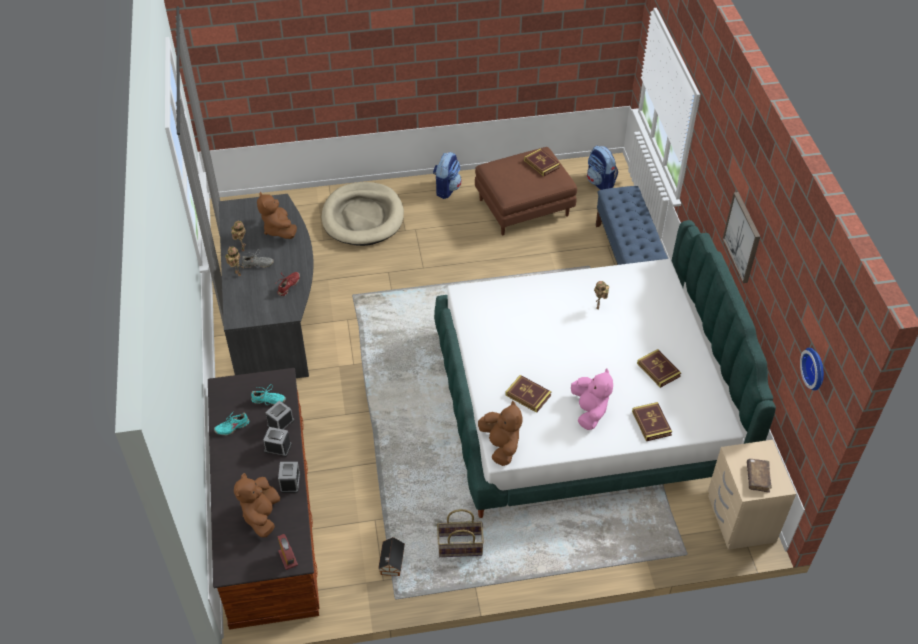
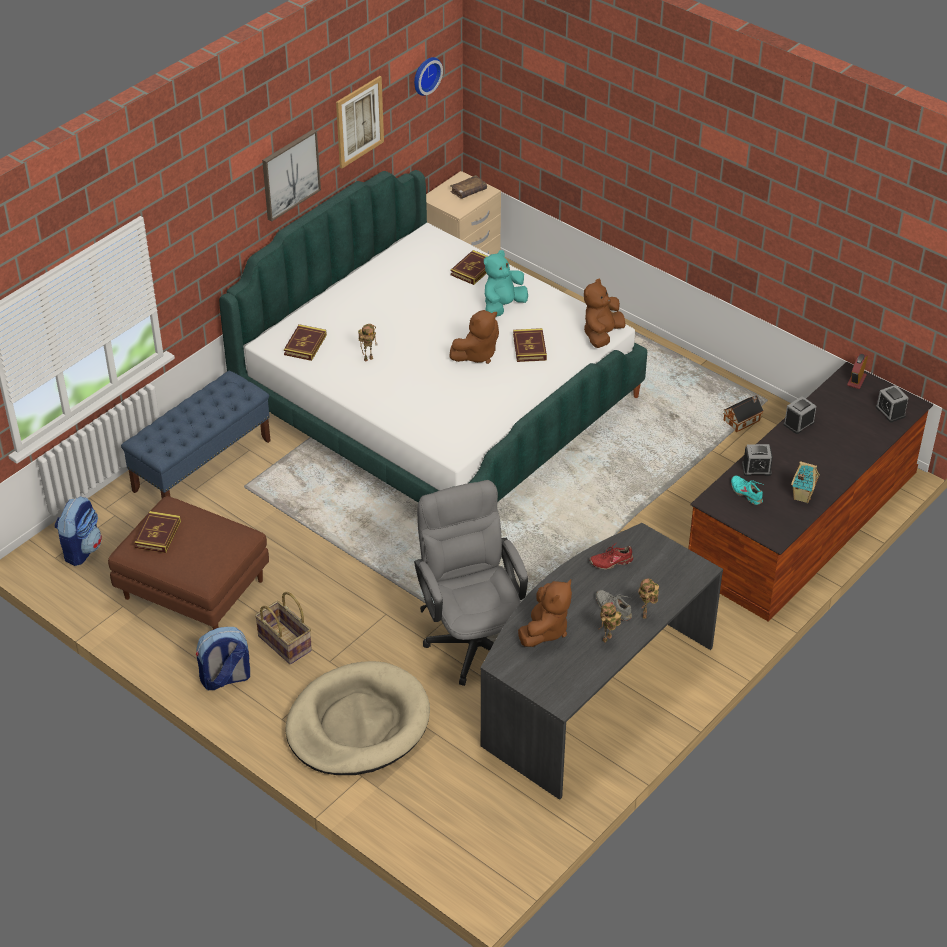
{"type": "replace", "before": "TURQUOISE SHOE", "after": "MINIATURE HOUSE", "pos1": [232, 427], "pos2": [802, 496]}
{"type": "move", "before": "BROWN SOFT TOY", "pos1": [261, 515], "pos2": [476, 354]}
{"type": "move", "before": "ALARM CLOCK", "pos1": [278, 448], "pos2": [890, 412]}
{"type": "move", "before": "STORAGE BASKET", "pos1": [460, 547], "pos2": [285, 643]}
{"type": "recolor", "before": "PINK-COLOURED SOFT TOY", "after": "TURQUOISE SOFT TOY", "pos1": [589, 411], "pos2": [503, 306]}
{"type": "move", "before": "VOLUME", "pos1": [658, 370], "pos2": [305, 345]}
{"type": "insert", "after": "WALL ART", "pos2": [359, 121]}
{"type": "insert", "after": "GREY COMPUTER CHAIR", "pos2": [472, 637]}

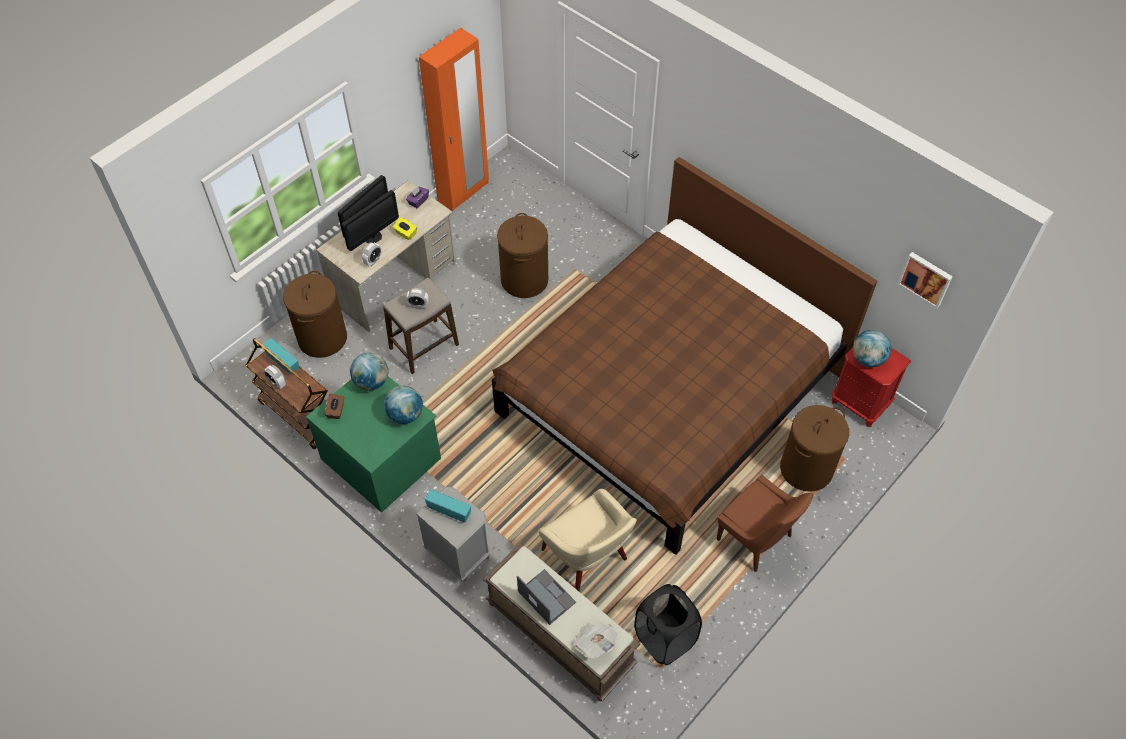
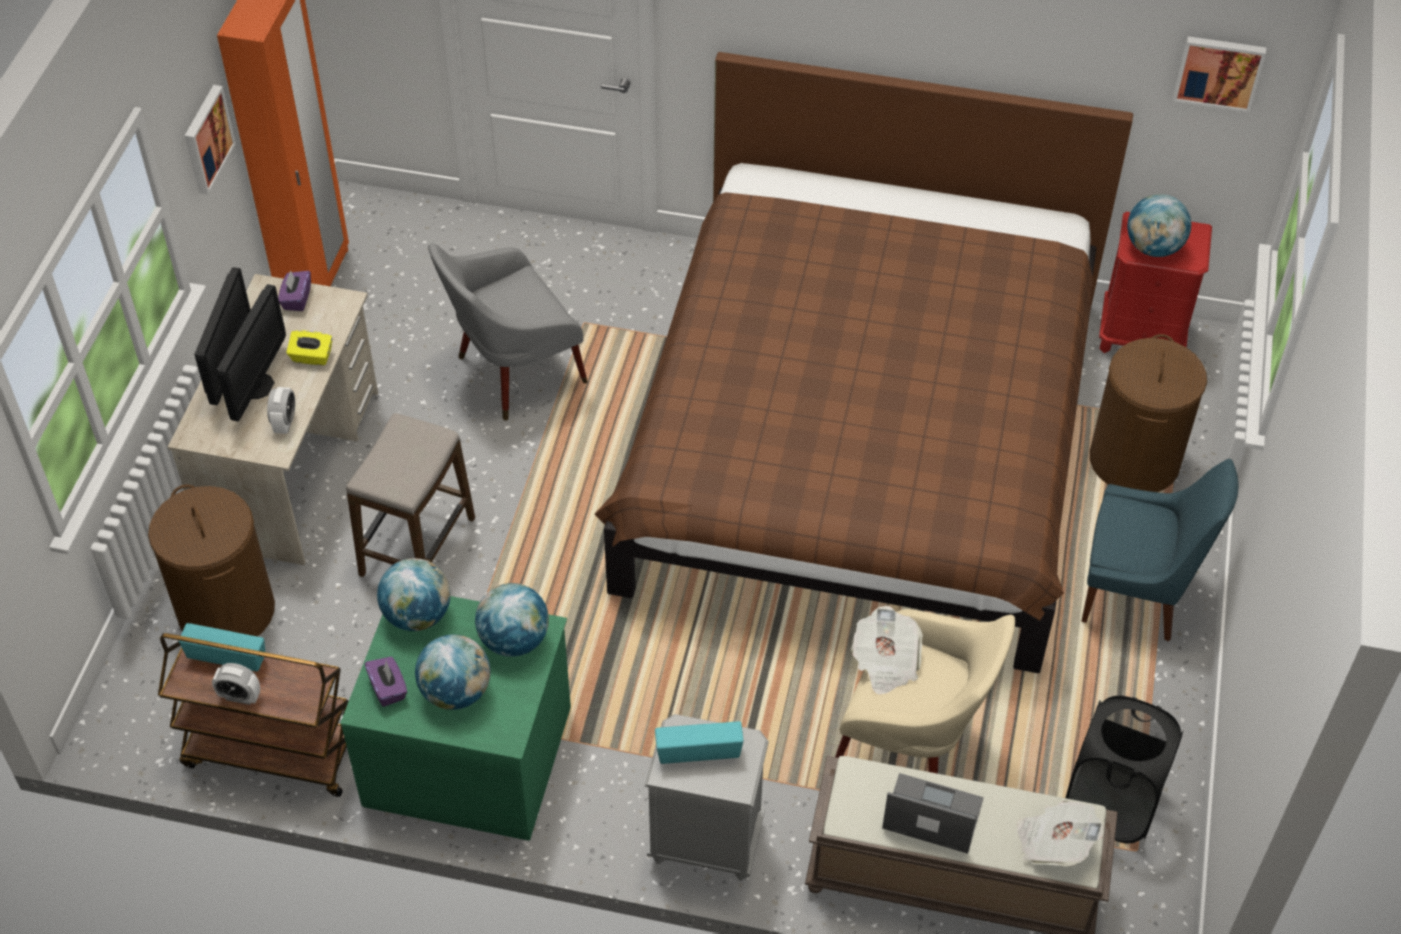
{"type": "recolor", "before": "BROWN TISSUE BOX", "after": "PURPLE TISSUE BOX", "pos1": [336, 410], "pos2": [388, 689]}
{"type": "delete", "before": "ALARM CLOCK", "pos1": [418, 305]}
{"type": "replace", "before": "BROWN HAMPER", "after": "GREY LOUNGE CHAIR", "pos1": [524, 280], "pos2": [513, 373]}
{"type": "recolor", "before": "BROWN CHAIR", "after": "BLUE CHAIR", "pos1": [756, 539], "pos2": [1137, 594]}
{"type": "insert", "after": "WALL ART", "pos2": [206, 139]}
{"type": "insert", "after": "GLOBE", "pos2": [456, 692]}
{"type": "insert", "after": "DAILY PAPER", "pos2": [885, 662]}

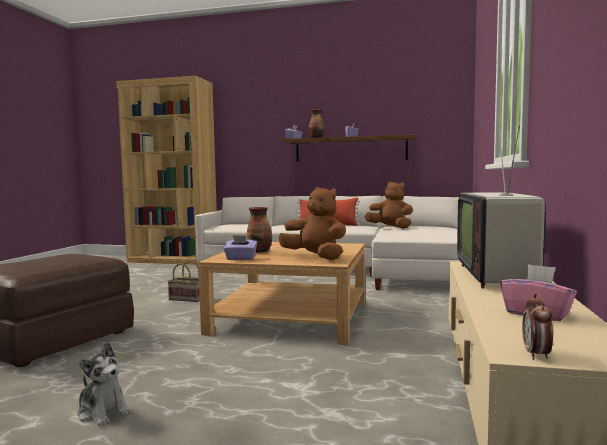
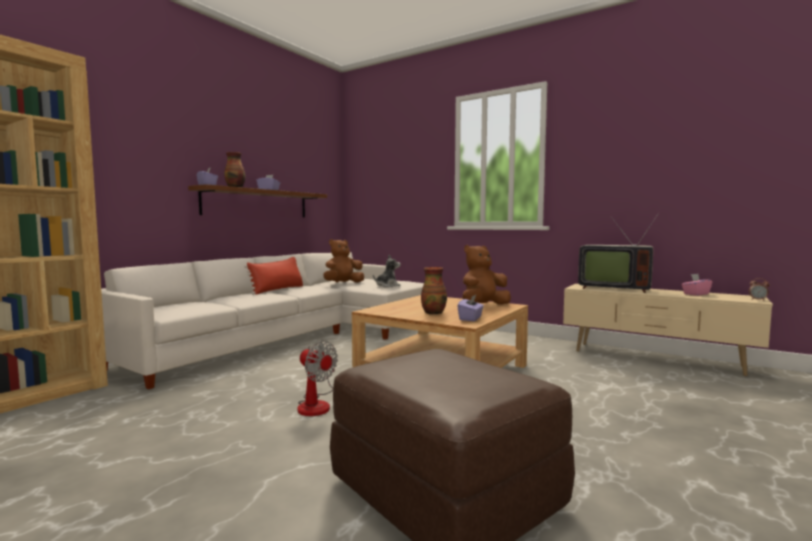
{"type": "move", "before": "SOFT TOY", "pos1": [103, 412], "pos2": [387, 286]}
{"type": "replace", "before": "STORAGE BASKET", "after": "ELECTRIC FAN", "pos1": [188, 298], "pos2": [316, 404]}

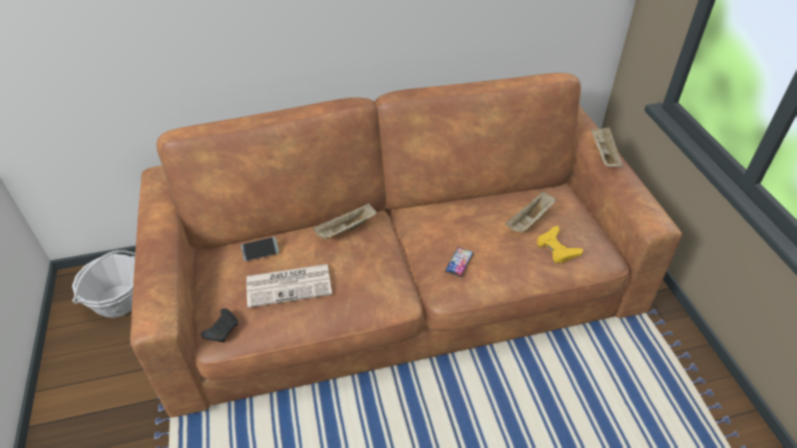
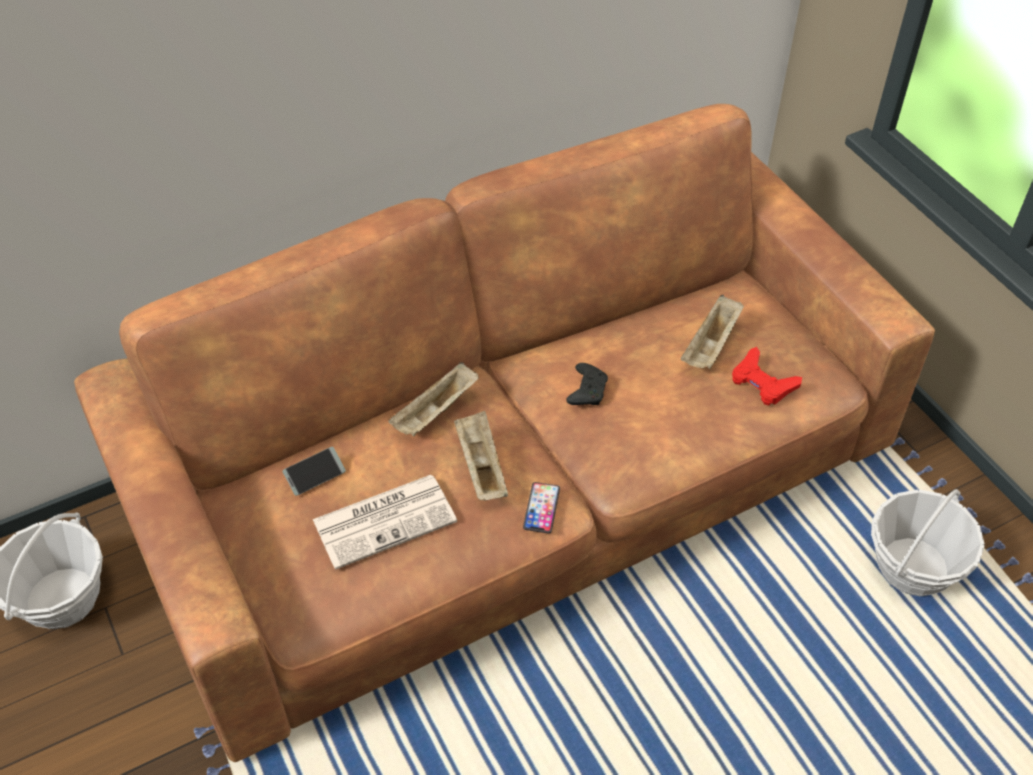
{"type": "move", "before": "BLACK GAMEPAD", "pos1": [223, 329], "pos2": [587, 390]}
{"type": "move", "before": "TELEPHONE", "pos1": [459, 262], "pos2": [541, 508]}
{"type": "recolor", "before": "YELLOW-COLOURED GAMEPAD", "after": "RED-COLOURED GAMEPAD", "pos1": [557, 248], "pos2": [762, 382]}
{"type": "move", "before": "BEIGE SERVING TRAY", "pos1": [603, 155], "pos2": [480, 466]}
{"type": "insert", "after": "STORAGE BASKET", "pos2": [913, 567]}

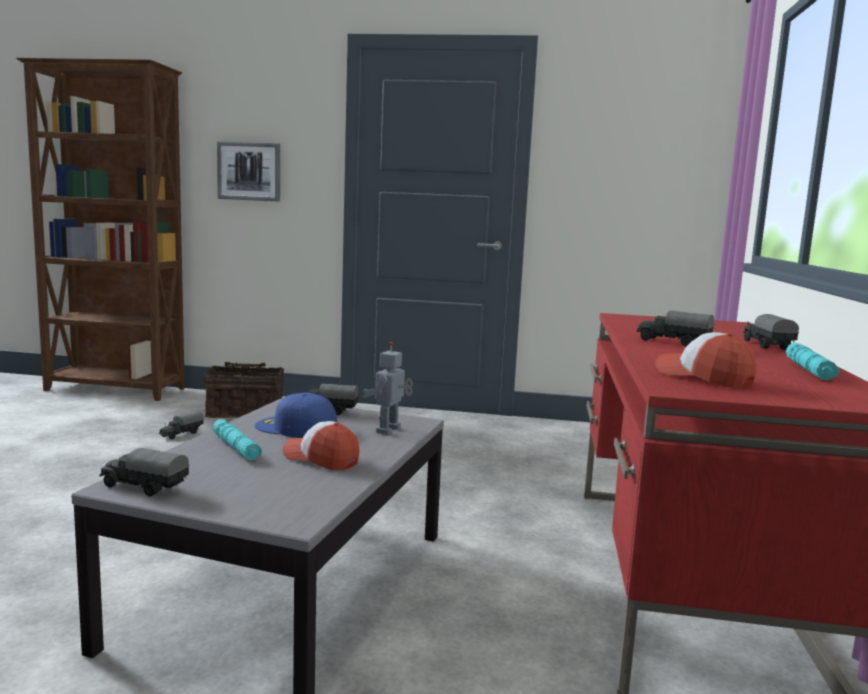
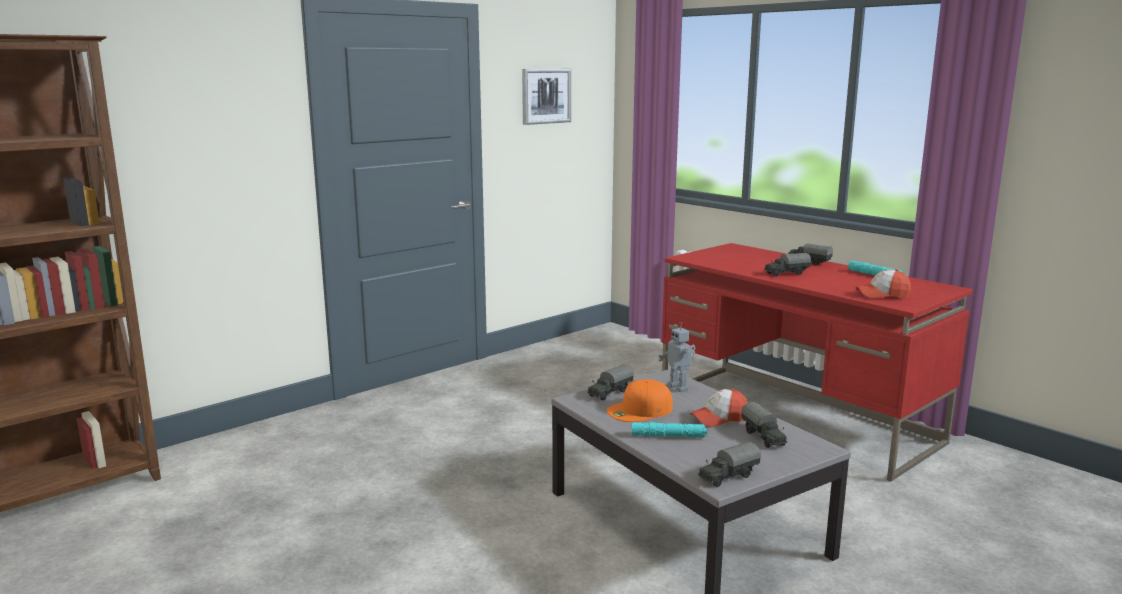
{"type": "move", "before": "TOY LORRY", "pos1": [181, 434], "pos2": [763, 437]}
{"type": "delete", "before": "STORAGE BASKET", "pos1": [245, 413]}
{"type": "move", "before": "WALL ART", "pos1": [249, 171], "pos2": [546, 96]}
{"type": "recolor", "before": "BLUE PEAKED CAP", "after": "ORANGE-COLOURED PEAKED CAP", "pos1": [295, 427], "pos2": [640, 410]}

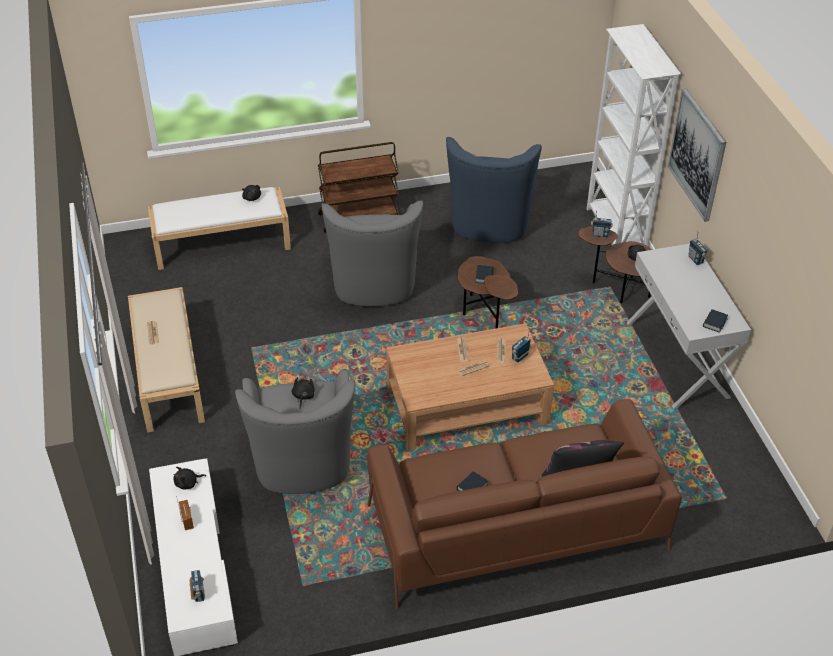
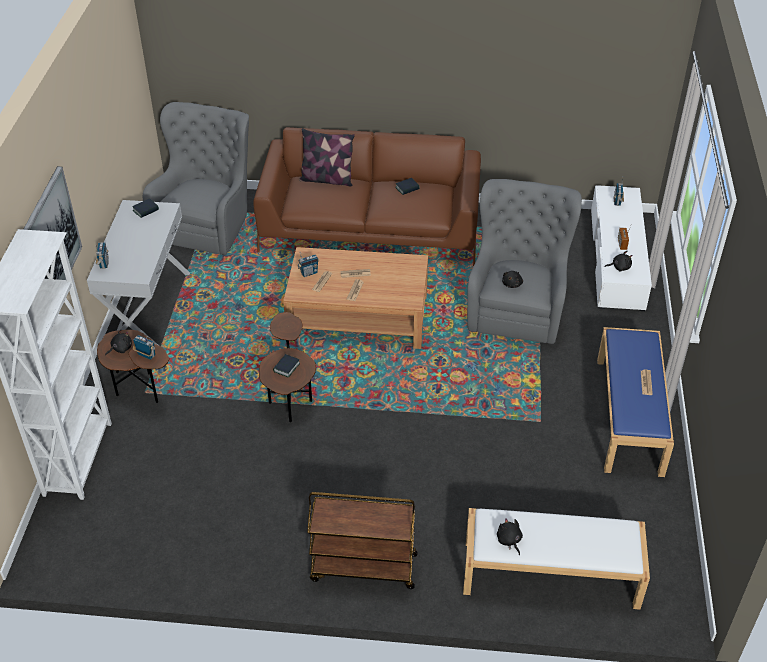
{"type": "recolor", "before": "BEIGE BENCH", "after": "BLUE BENCH", "pos1": [167, 373], "pos2": [629, 416]}
{"type": "move", "before": "GREY LOUNGE CHAIR", "pos1": [374, 284], "pos2": [208, 223]}
{"type": "delete", "before": "BLUE LOUNGE CHAIR", "pos1": [489, 223]}

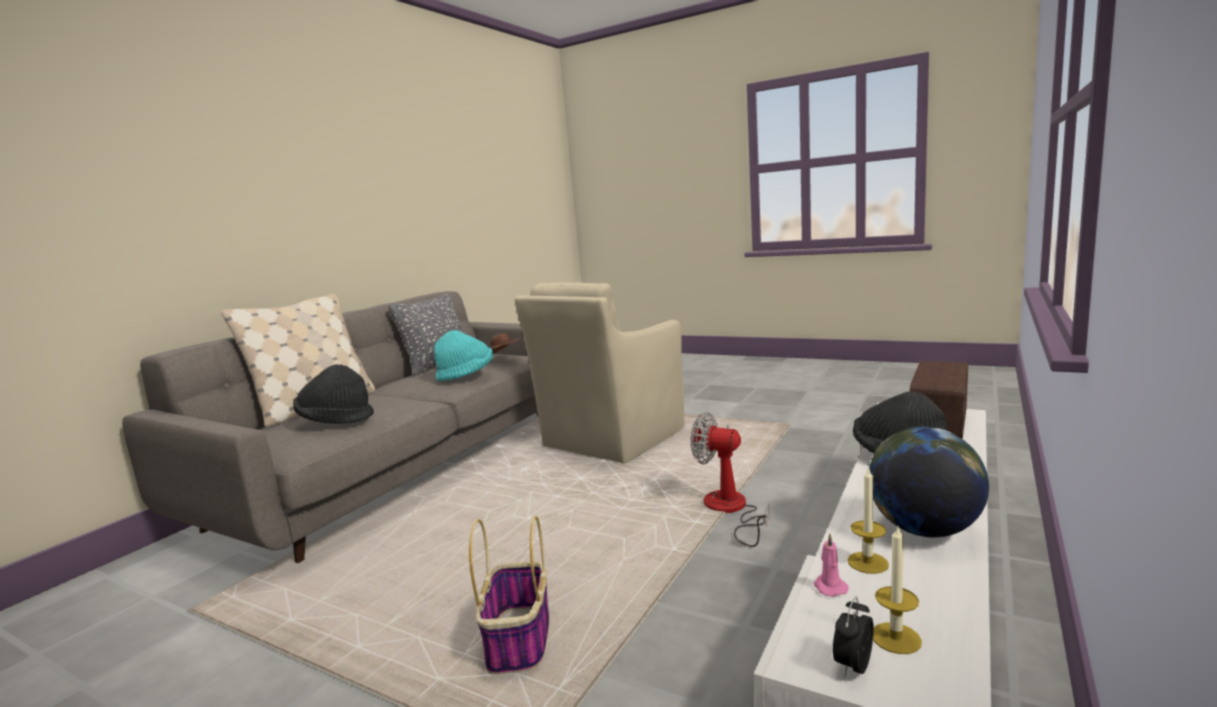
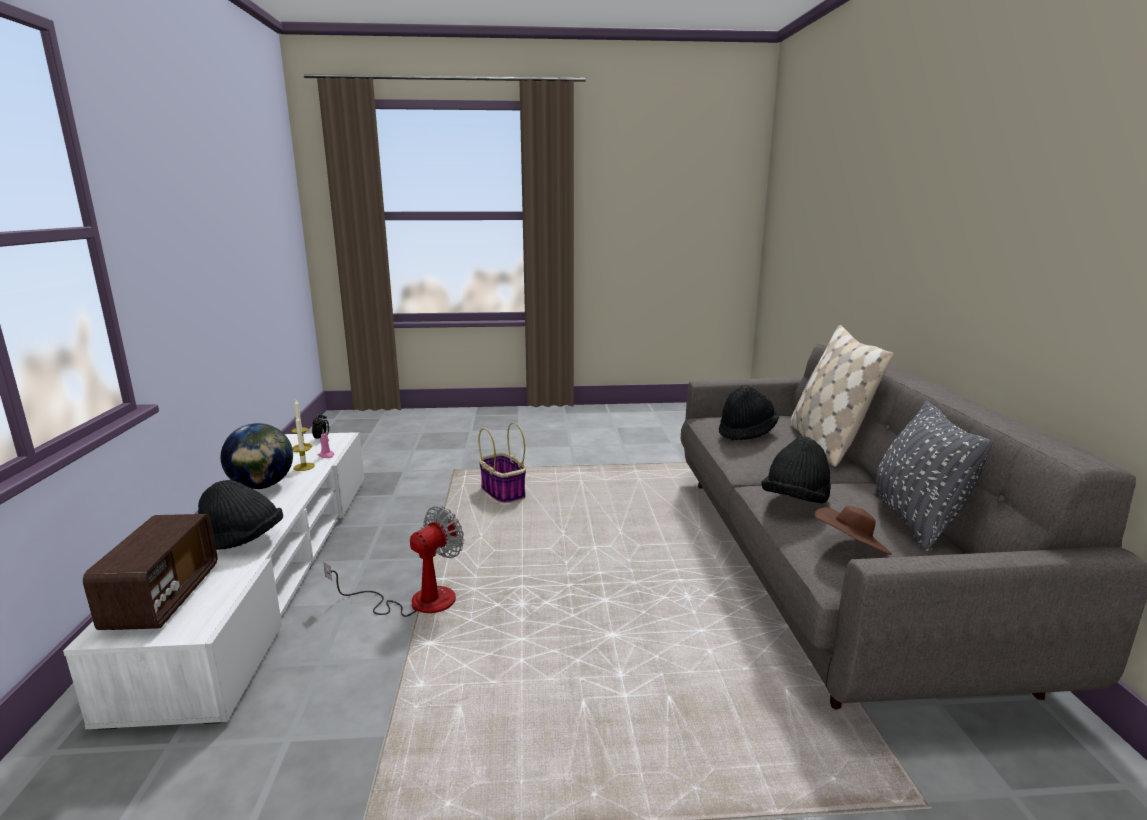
{"type": "recolor", "before": "TURQUOISE WEARABLE HAT", "after": "BLACK WEARABLE HAT", "pos1": [466, 375], "pos2": [795, 501]}
{"type": "delete", "before": "BEIGE LOUNGE CHAIR", "pos1": [611, 439]}
{"type": "rotate", "before": "ELECTRIC FAN", "pos1": [730, 510], "pos2": [416, 601], "turn": -45}

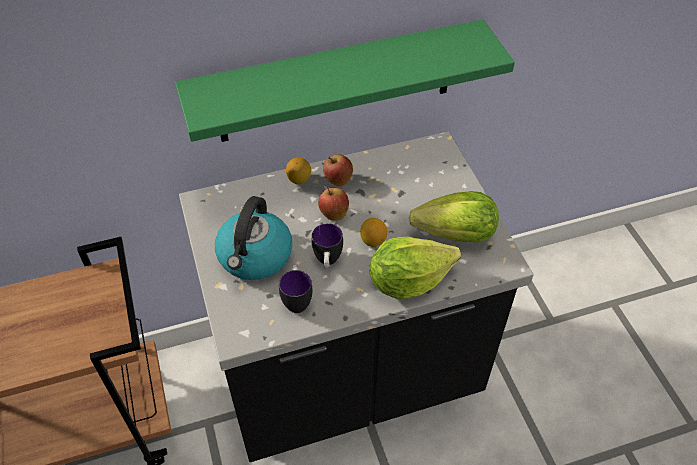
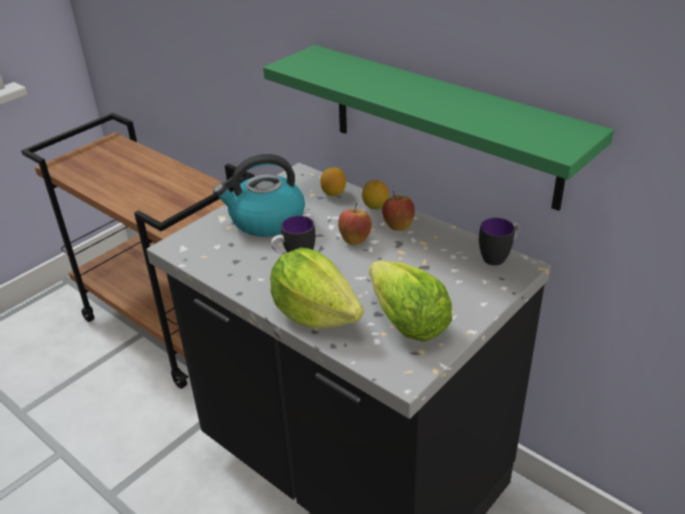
{"type": "move", "before": "COFFEE MUG", "pos1": [297, 299], "pos2": [498, 257]}
{"type": "move", "before": "LEMON", "pos1": [373, 241], "pos2": [333, 193]}

